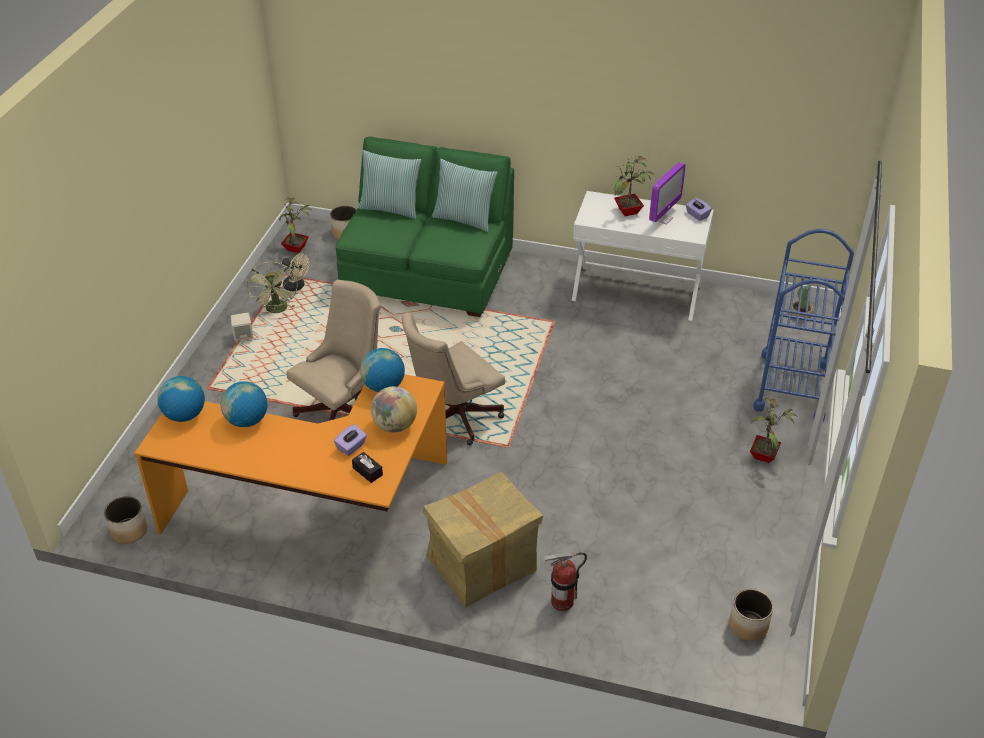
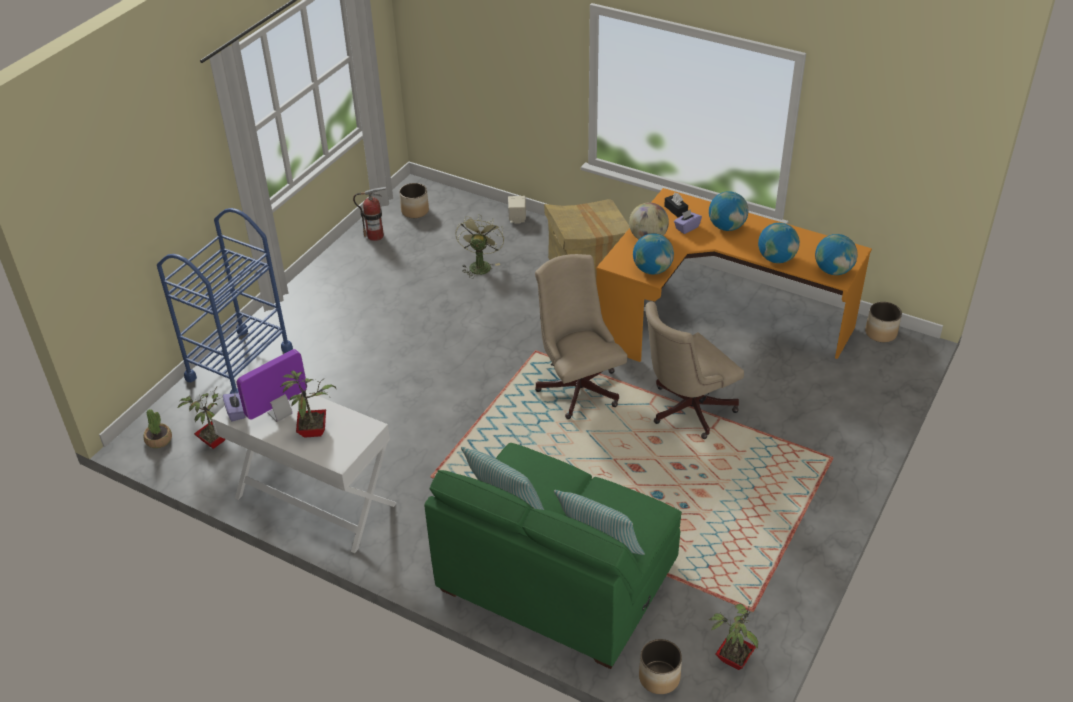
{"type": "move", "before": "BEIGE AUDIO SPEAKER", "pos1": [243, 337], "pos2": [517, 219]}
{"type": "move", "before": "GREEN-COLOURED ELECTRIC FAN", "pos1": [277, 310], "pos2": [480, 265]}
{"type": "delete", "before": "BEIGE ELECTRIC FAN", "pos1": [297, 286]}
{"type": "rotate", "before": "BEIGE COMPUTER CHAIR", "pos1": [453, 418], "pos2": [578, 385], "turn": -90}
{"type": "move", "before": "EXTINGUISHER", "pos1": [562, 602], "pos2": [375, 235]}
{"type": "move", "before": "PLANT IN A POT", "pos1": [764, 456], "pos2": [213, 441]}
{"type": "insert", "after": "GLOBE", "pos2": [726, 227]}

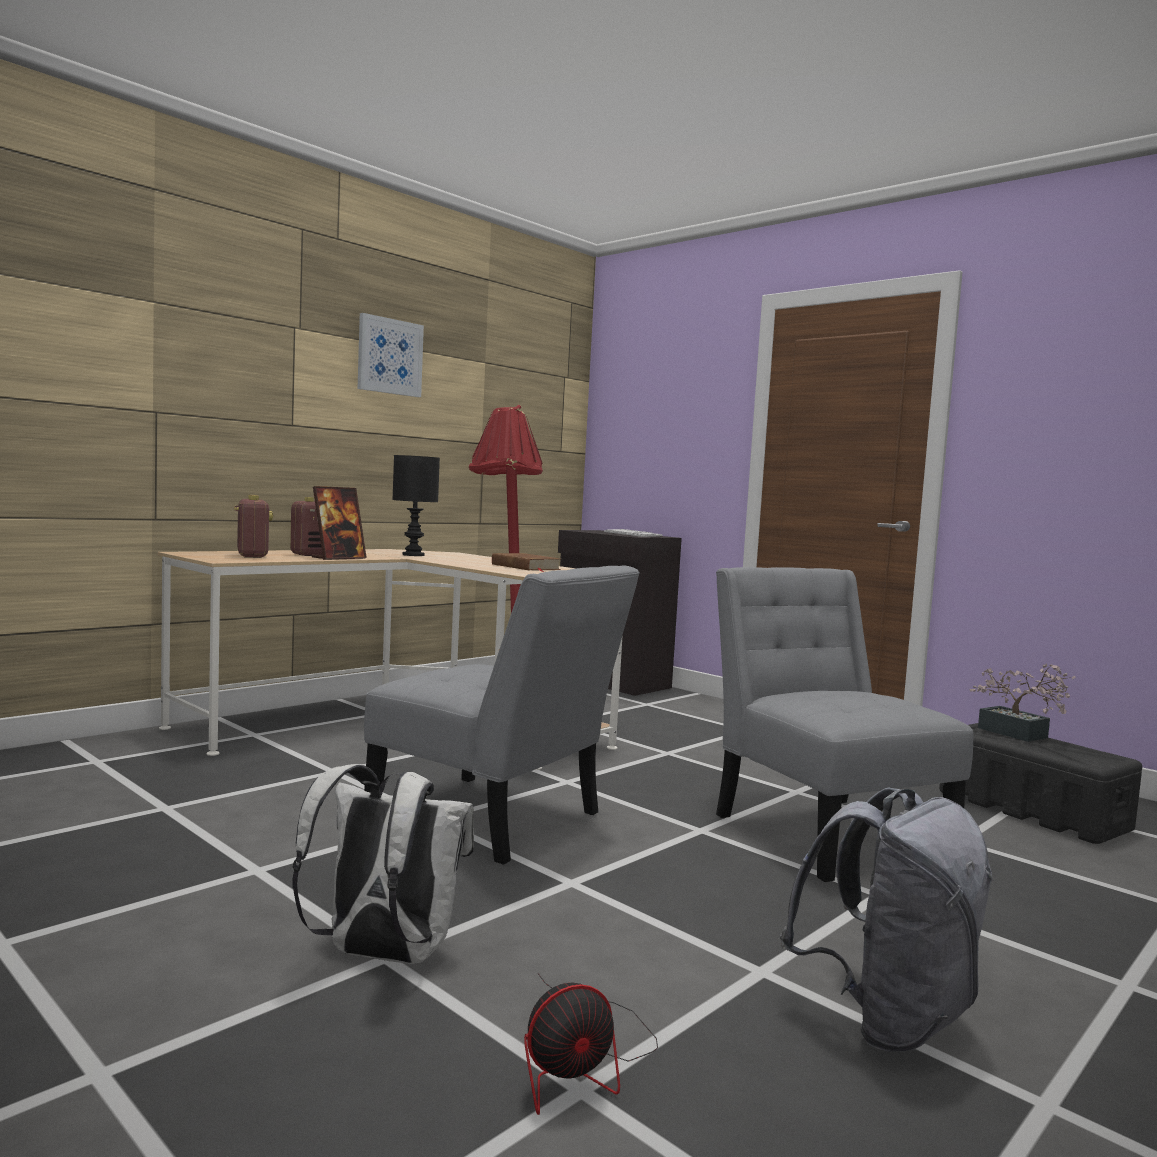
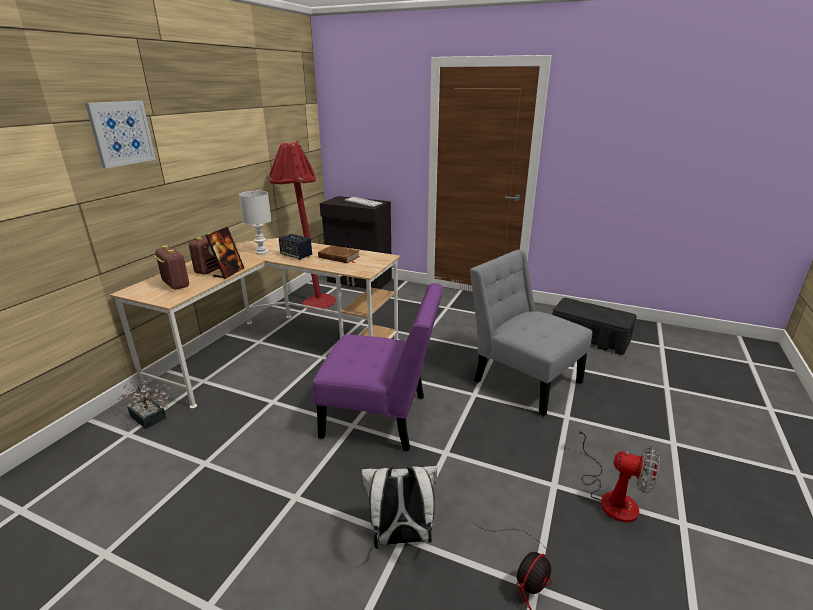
{"type": "move", "before": "WALL ART", "pos1": [389, 356], "pos2": [121, 133]}
{"type": "recolor", "before": "GREY CHAIR", "after": "PURPLE CHAIR", "pos1": [494, 821], "pos2": [381, 417]}
{"type": "recolor", "before": "BLACK TABLE LAMP", "after": "WHITISH TABLE LAMP", "pos1": [412, 555], "pos2": [261, 252]}
{"type": "replace", "before": "GREY RUCKSACK", "after": "ELECTRIC FAN", "pos1": [886, 1019], "pos2": [611, 496]}
{"type": "move", "before": "PLANT IN A POT", "pos1": [1019, 734], "pos2": [150, 419]}
{"type": "insert", "after": "AUDIO SPEAKER", "pos2": [296, 256]}

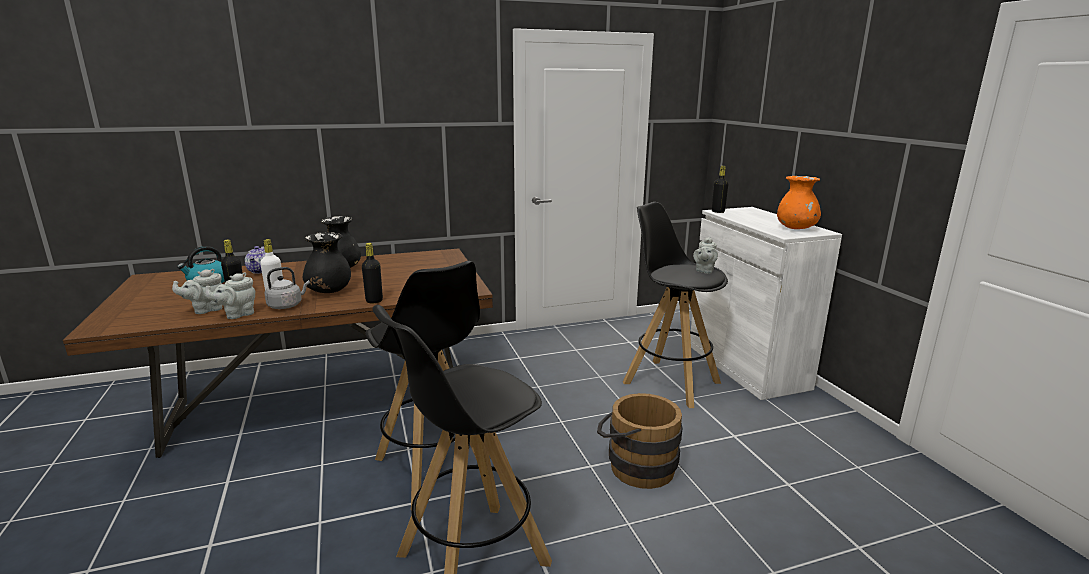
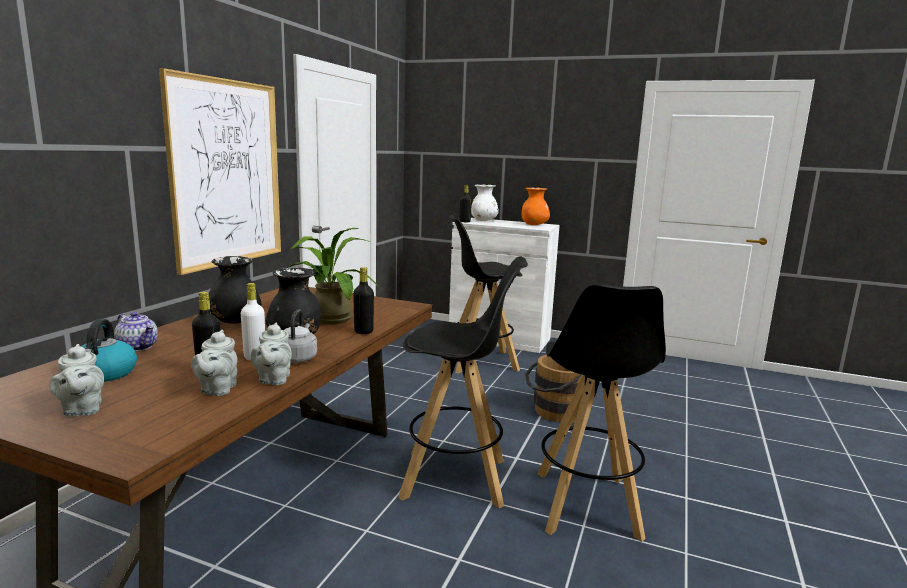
{"type": "move", "before": "GREY POT FOR TEA", "pos1": [704, 271], "pos2": [82, 410]}
{"type": "insert", "after": "WALL ART", "pos2": [227, 173]}
{"type": "insert", "after": "PLANT IN A POT", "pos2": [328, 317]}
{"type": "insert", "after": "WHITISH VASE", "pos2": [484, 221]}

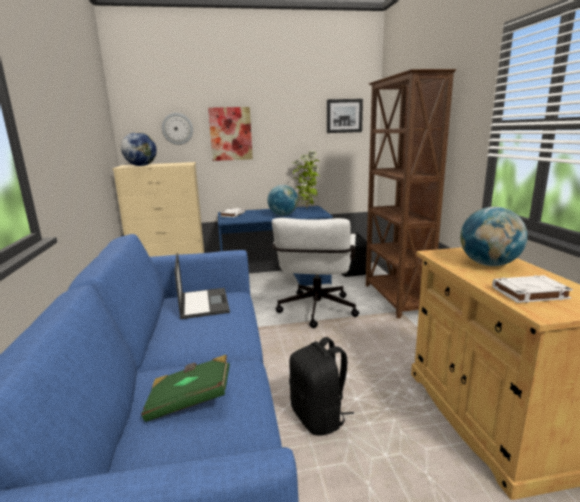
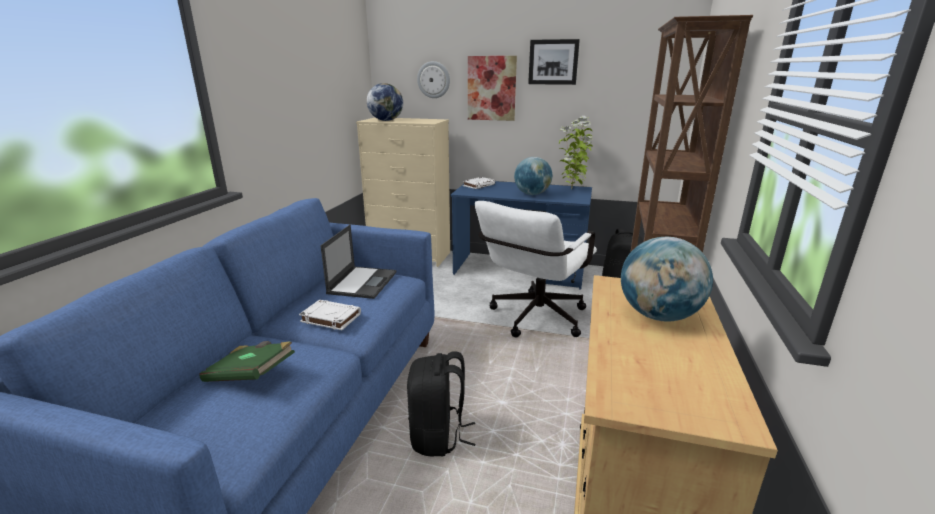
{"type": "move", "before": "WALL ART", "pos1": [344, 116], "pos2": [553, 62]}
{"type": "move", "before": "WHITISH VOLUME", "pos1": [529, 293], "pos2": [330, 318]}

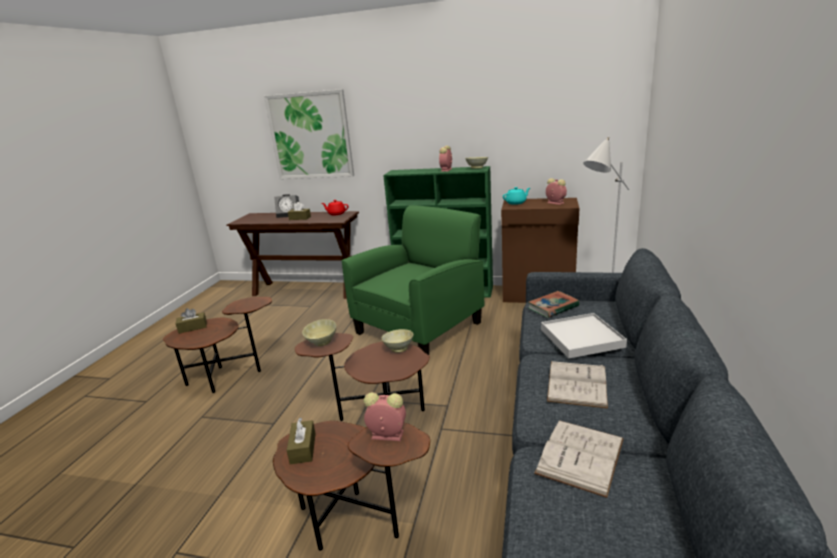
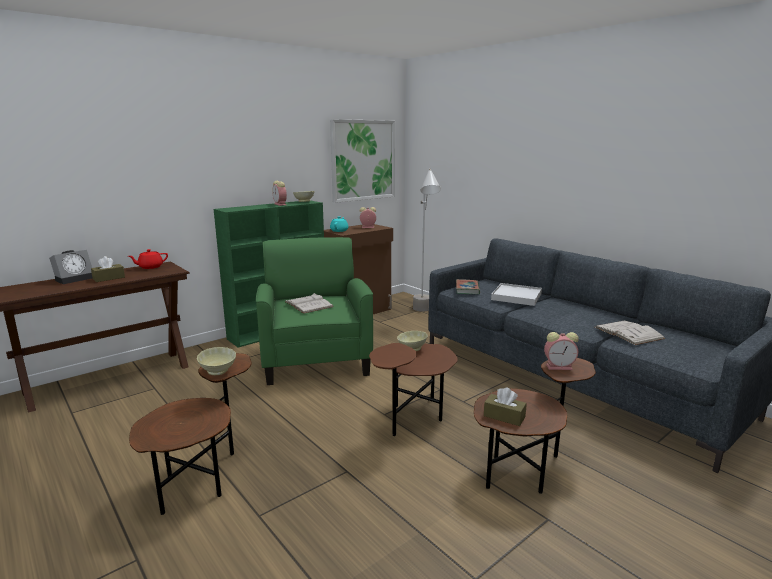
{"type": "delete", "before": "BROWN TISSUE BOX", "pos1": [193, 327]}
{"type": "move", "before": "WALL ART", "pos1": [310, 136], "pos2": [363, 160]}
{"type": "move", "before": "BEIGE SERVING BOWL", "pos1": [321, 342], "pos2": [217, 372]}
{"type": "rotate", "before": "ALARM CLOCK", "pos1": [386, 435], "pos2": [560, 367], "turn": -135}
{"type": "move", "before": "WHITISH VOLUME", "pos1": [577, 383], "pos2": [308, 304]}

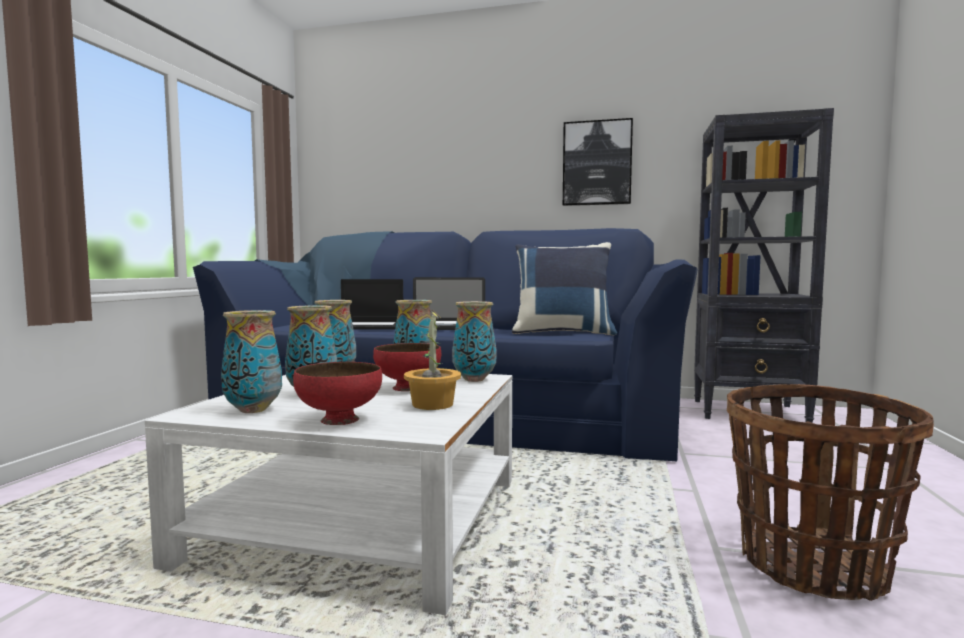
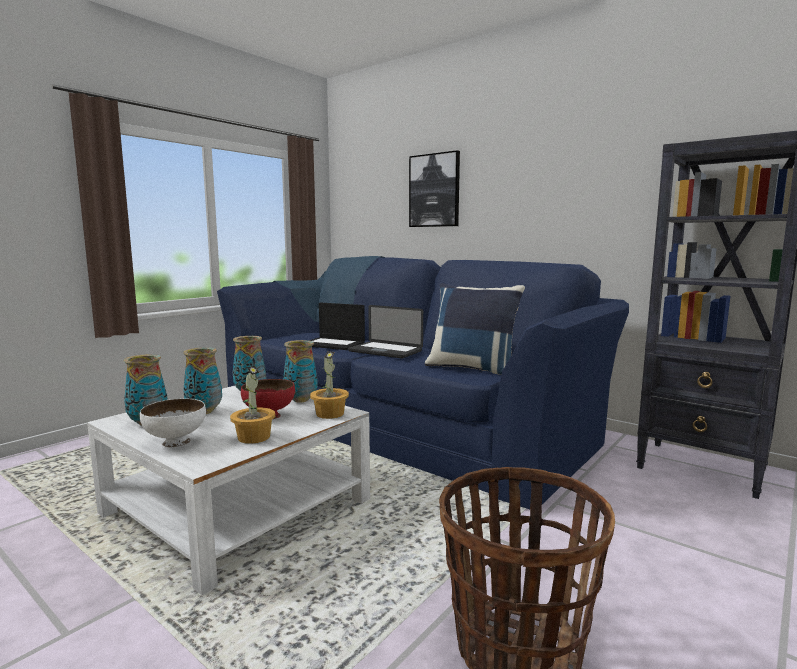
{"type": "recolor", "before": "RED-COLOURED SERVING BOWL", "after": "WHITISH SERVING BOWL", "pos1": [338, 420], "pos2": [175, 442]}
{"type": "replace", "before": "VASE", "after": "PLANT IN A POT", "pos1": [474, 379], "pos2": [330, 413]}
{"type": "move", "before": "WALL ART", "pos1": [597, 163], "pos2": [434, 190]}

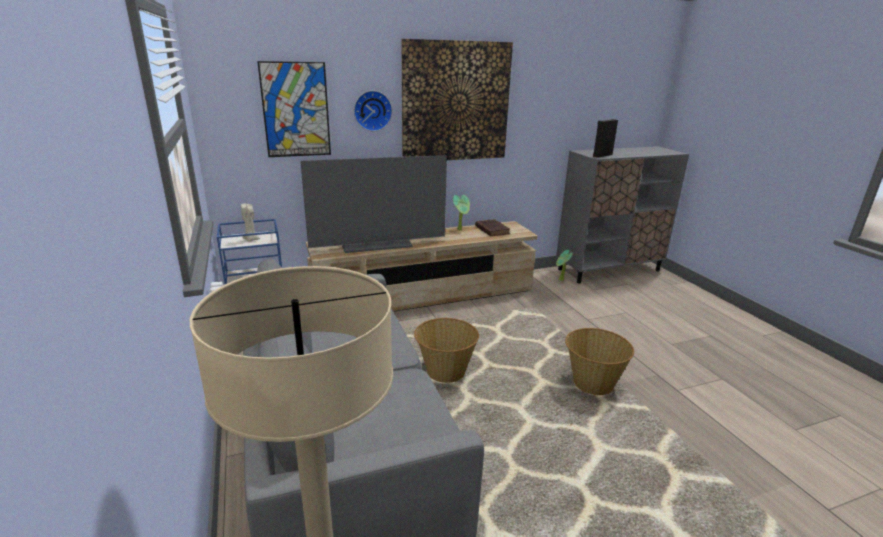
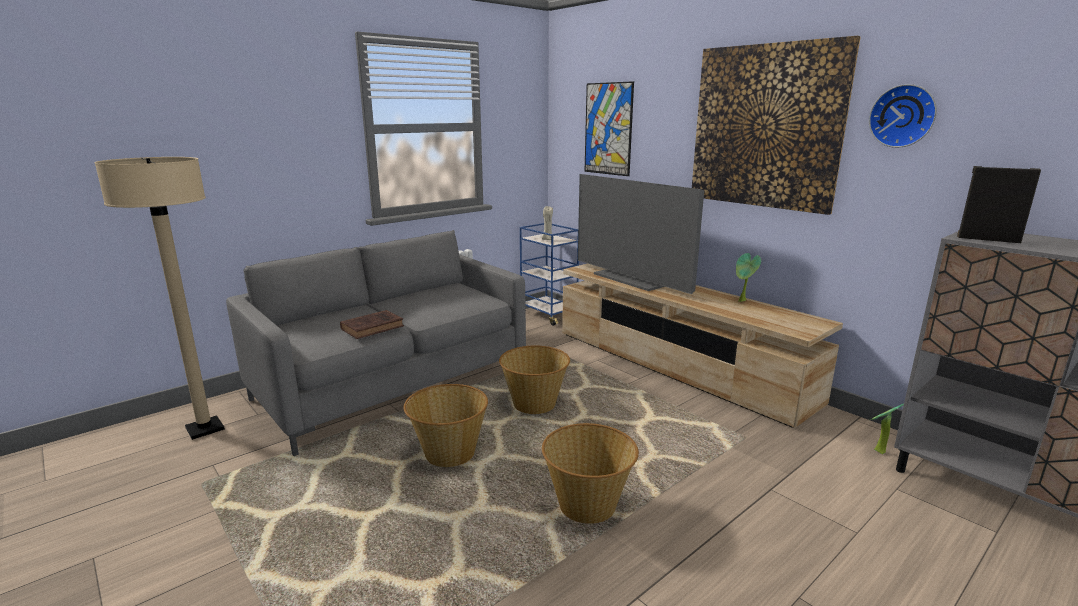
{"type": "move", "before": "CLOCK ON THE WALL", "pos1": [372, 110], "pos2": [903, 116]}
{"type": "move", "before": "BROWN VOLUME", "pos1": [491, 229], "pos2": [374, 327]}
{"type": "insert", "after": "STORAGE BASKET", "pos2": [449, 453]}

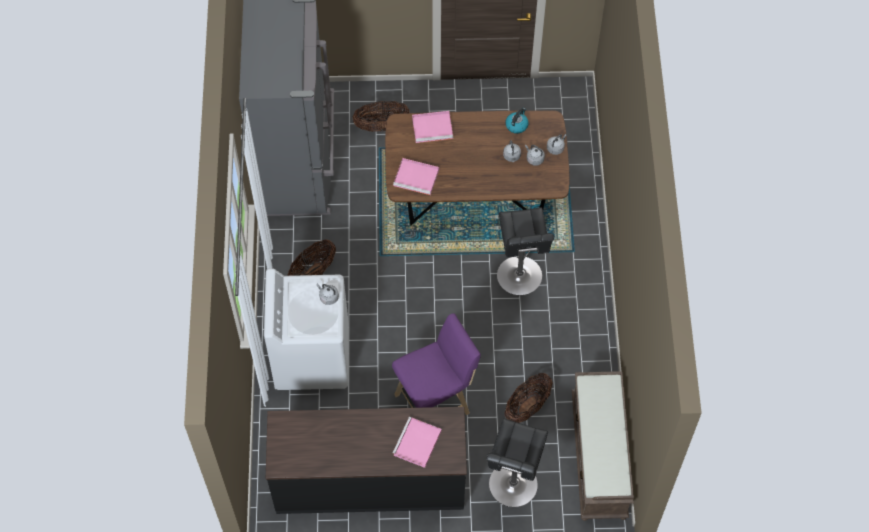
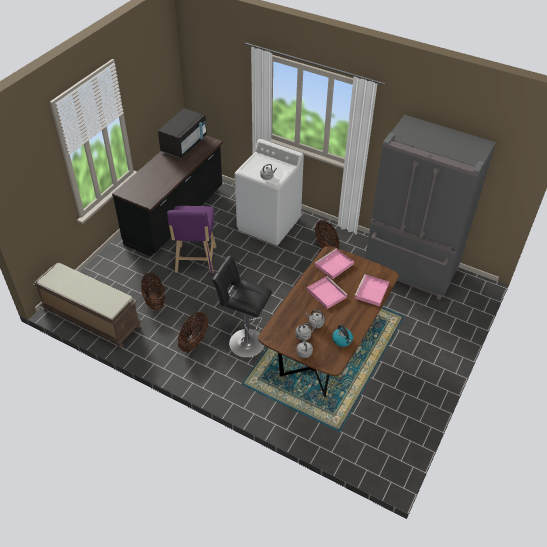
{"type": "move", "before": "STORAGE BASKET", "pos1": [381, 126], "pos2": [194, 341]}
{"type": "move", "before": "PINK-COLOURED SERVING TRAY", "pos1": [417, 444], "pos2": [326, 293]}
{"type": "delete", "before": "BLACK STOOL", "pos1": [512, 488]}
{"type": "insert", "after": "BLACK MICROWAVE", "pos2": [184, 144]}

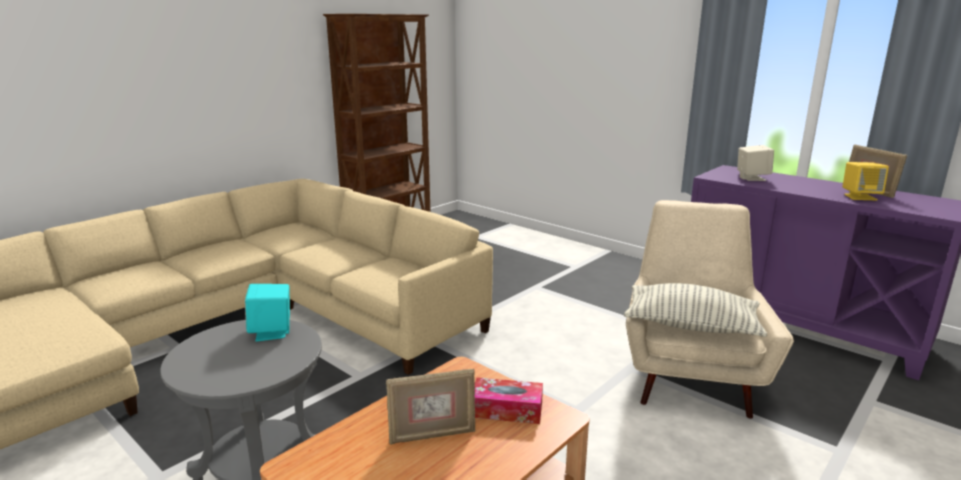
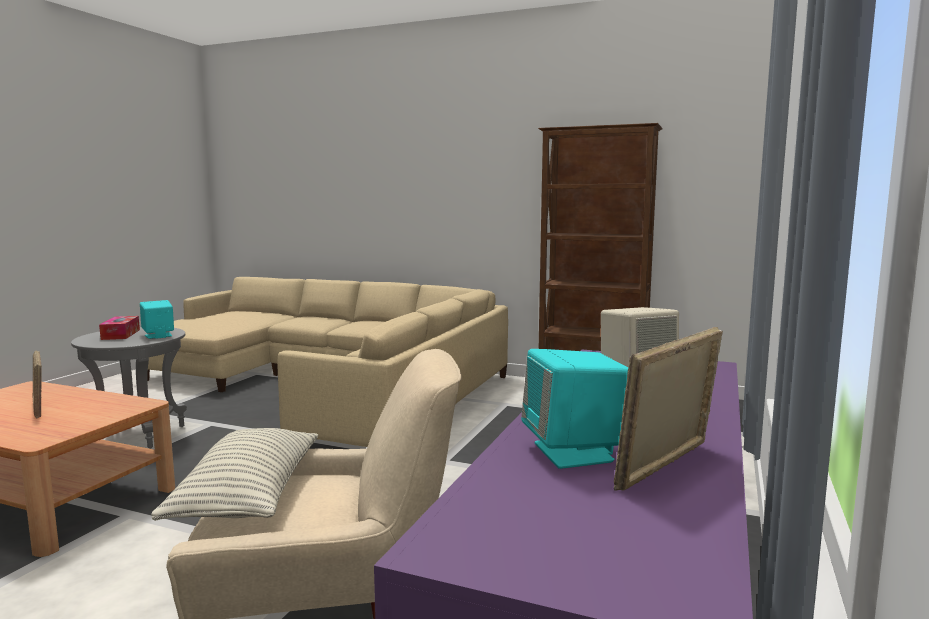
{"type": "move", "before": "TISSUE BOX", "pos1": [507, 410], "pos2": [120, 334]}
{"type": "recolor", "before": "YELLOW-COLOURED AUDIO SPEAKER", "after": "TURQUOISE AUDIO SPEAKER", "pos1": [860, 197], "pos2": [574, 452]}

